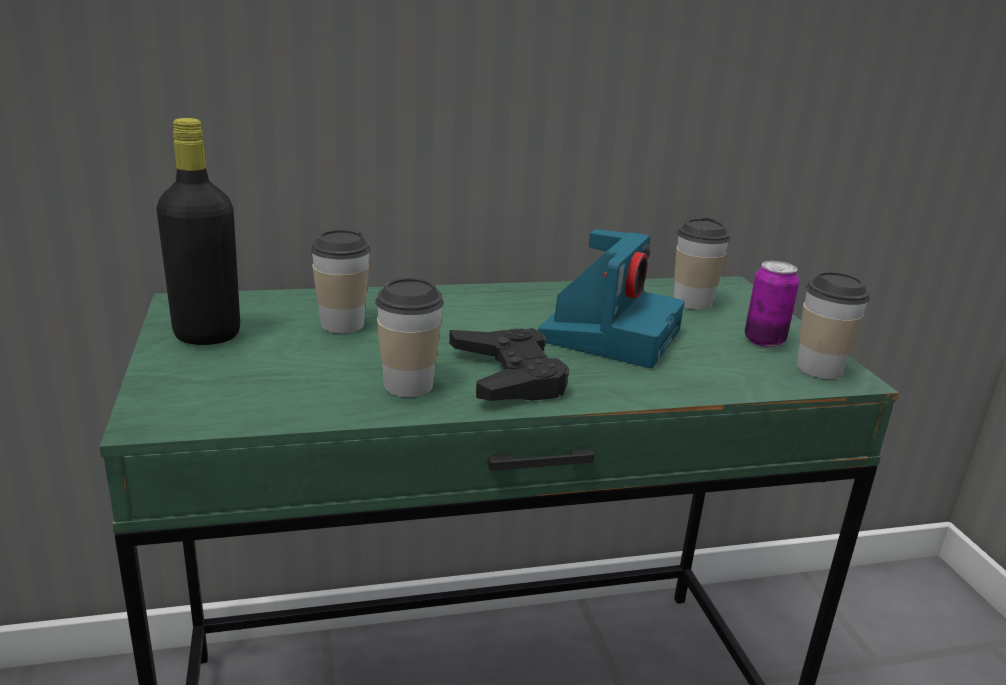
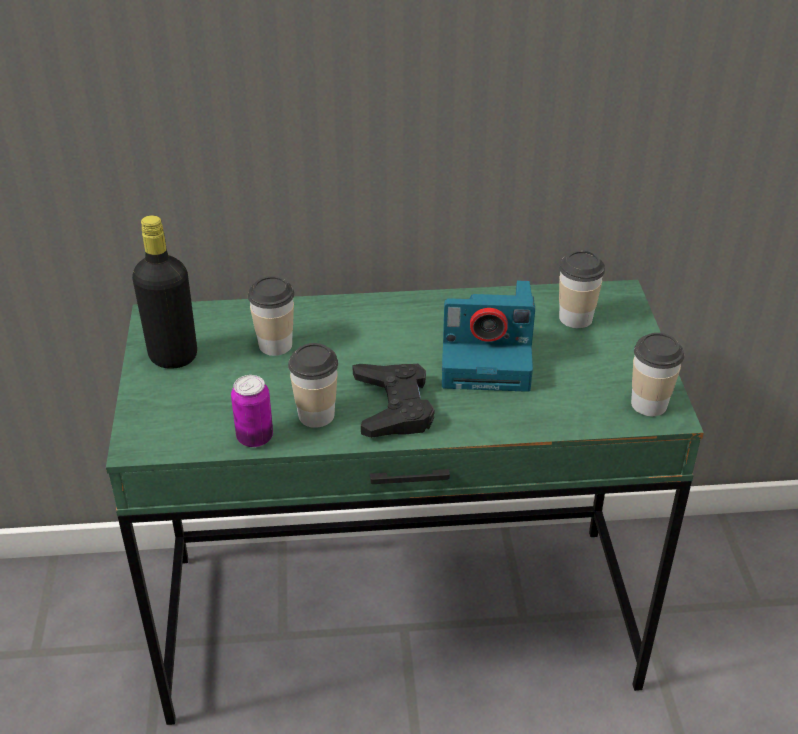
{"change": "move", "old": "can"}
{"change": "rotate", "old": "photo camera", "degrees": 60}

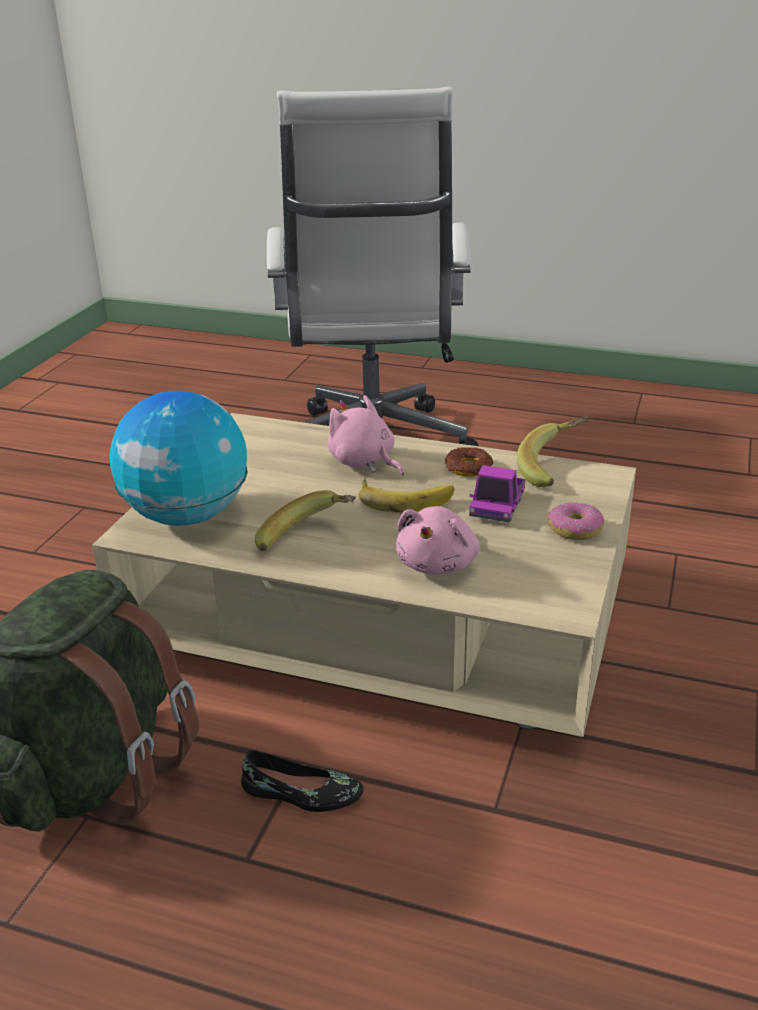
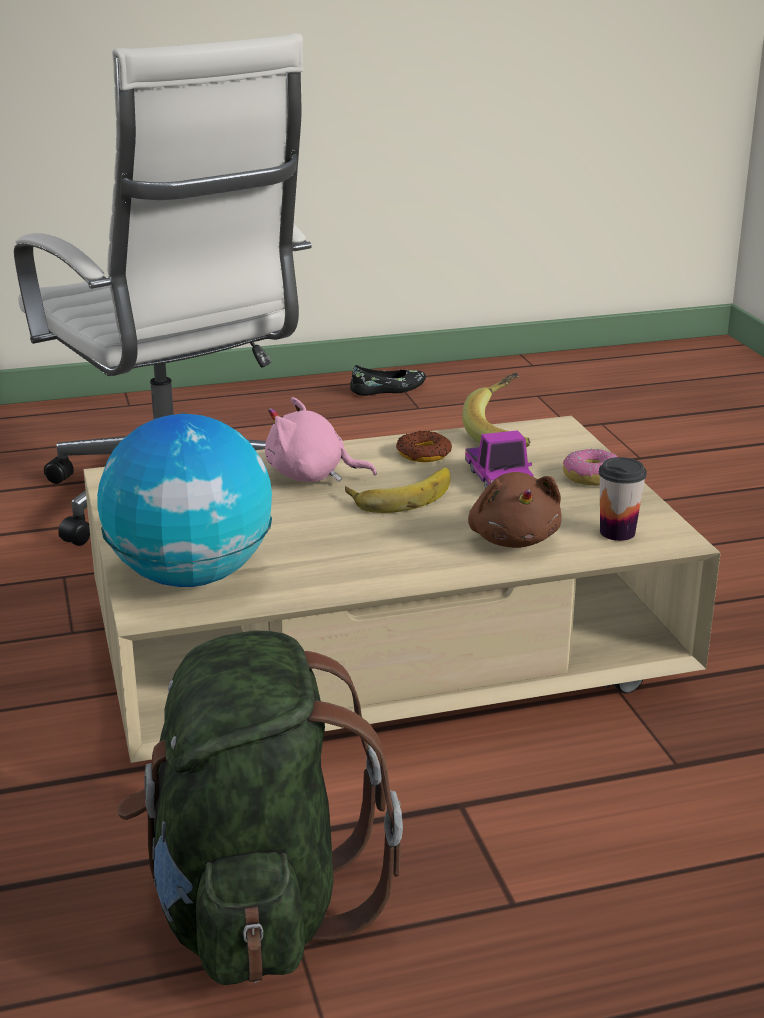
{"change": "delete", "old": "banana (1st from left)"}
{"change": "insert", "new": "cup"}
{"change": "move", "old": "black shoe"}
{"change": "recolor", "old": "pink plush toy (2nd from left)", "new": "brown plush toy"}

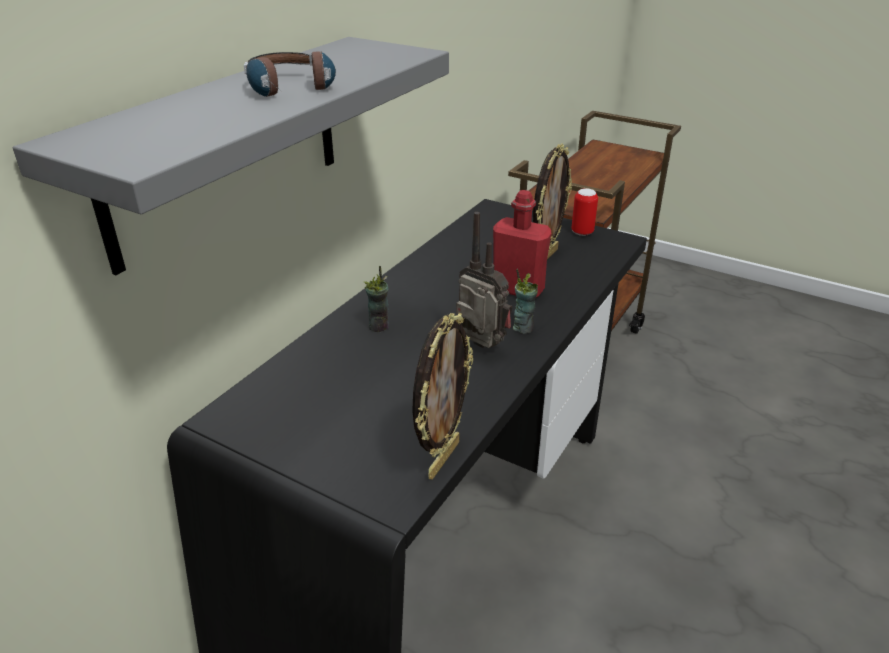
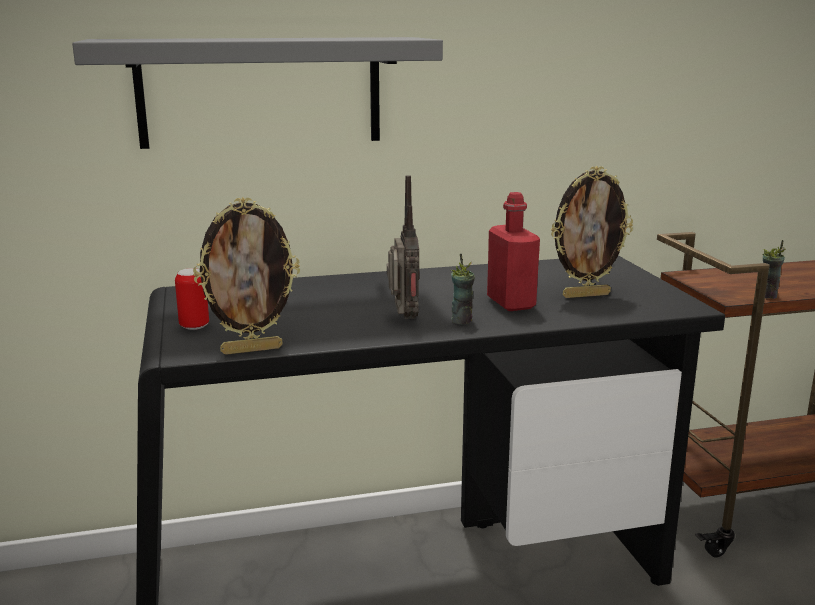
{"change": "delete", "old": "headphones"}
{"change": "move", "old": "cup (1st from left in the first image)", "new": "cup (2nd from left)"}
{"change": "move", "old": "can"}

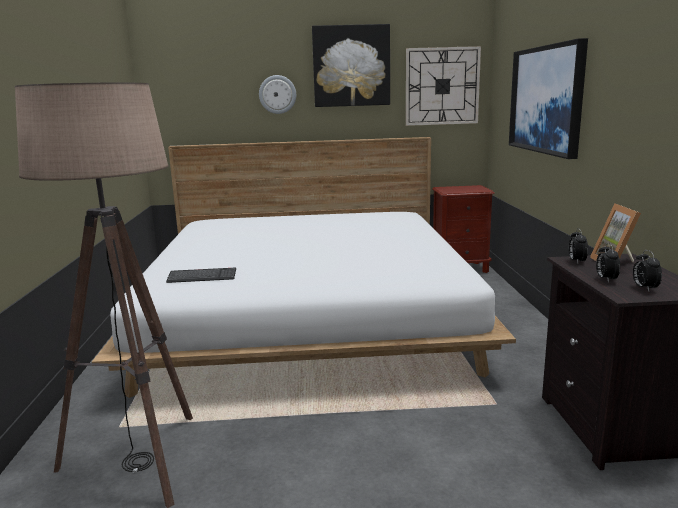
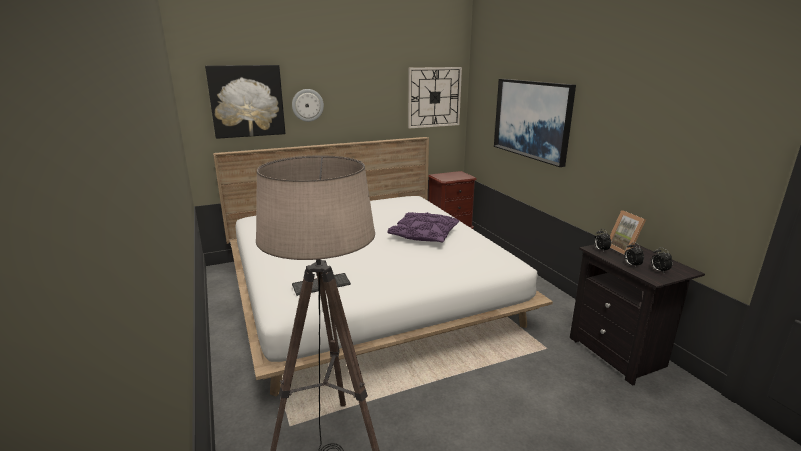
{"change": "insert", "new": "purple pillow"}
{"change": "move", "old": "picture (1st from left)"}

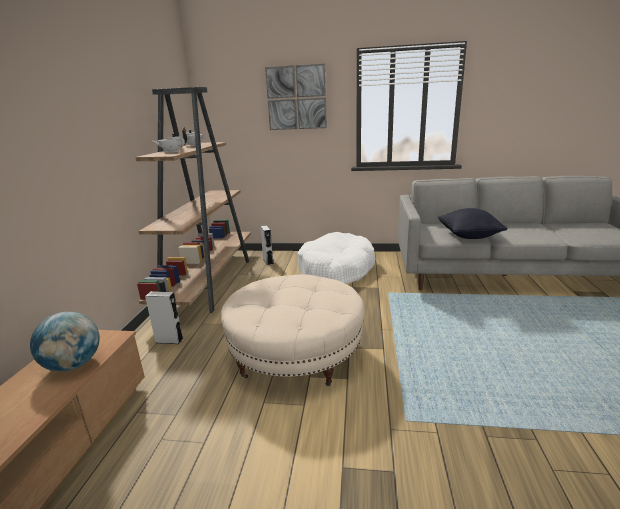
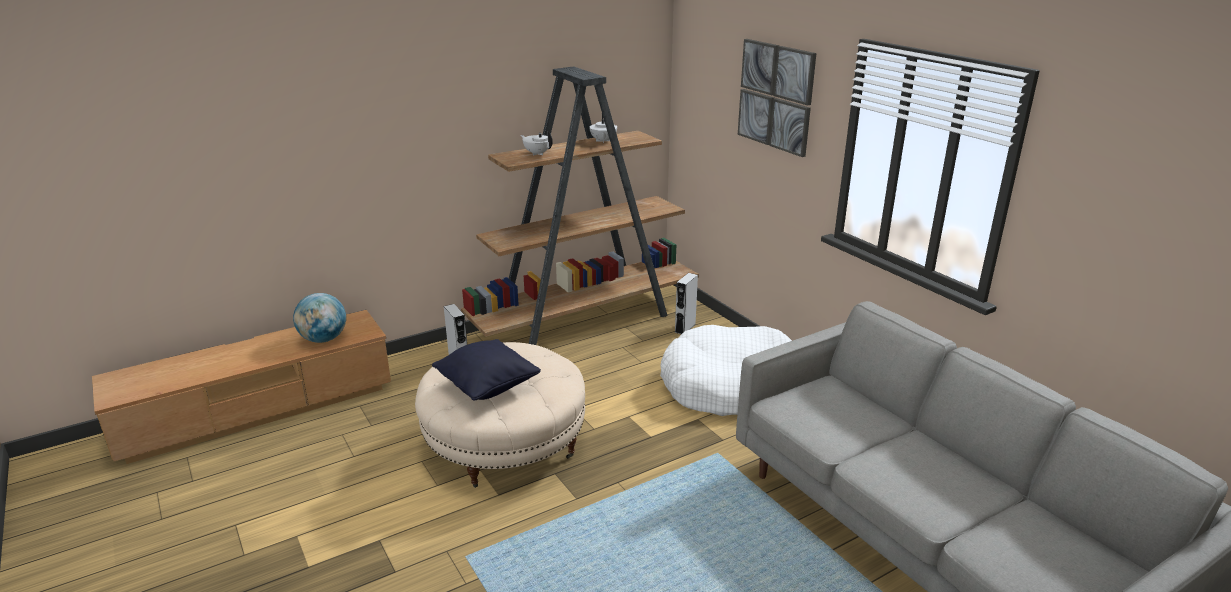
{"change": "move", "old": "black pillow"}

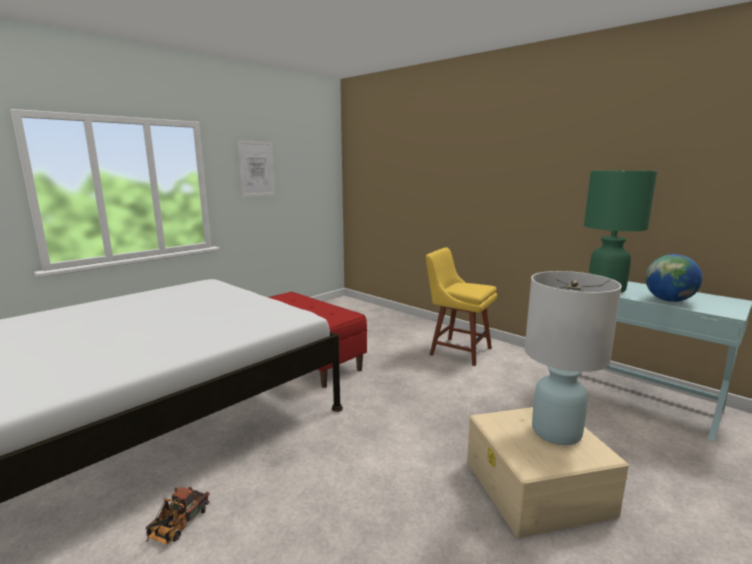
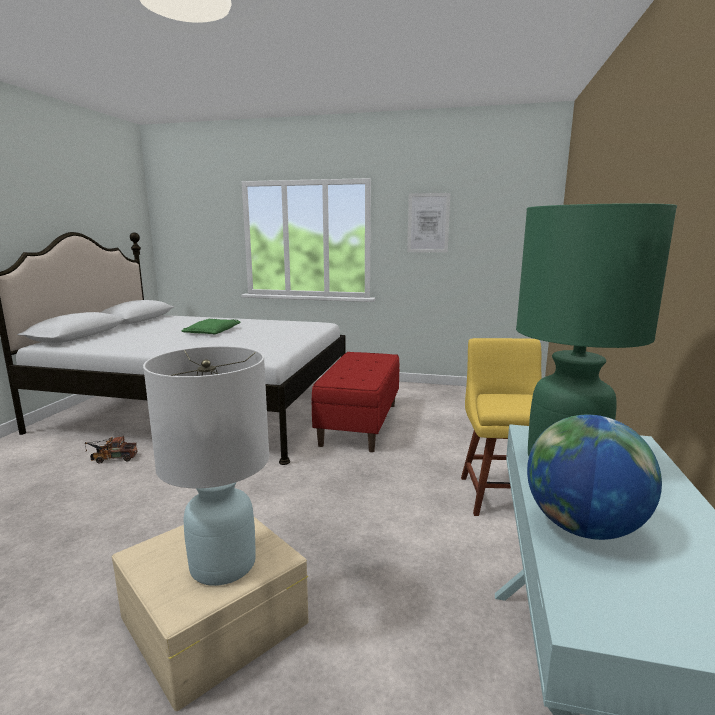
{"change": "insert", "new": "green pillow"}

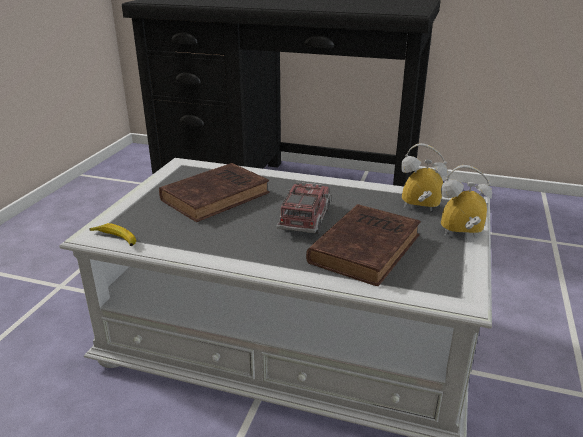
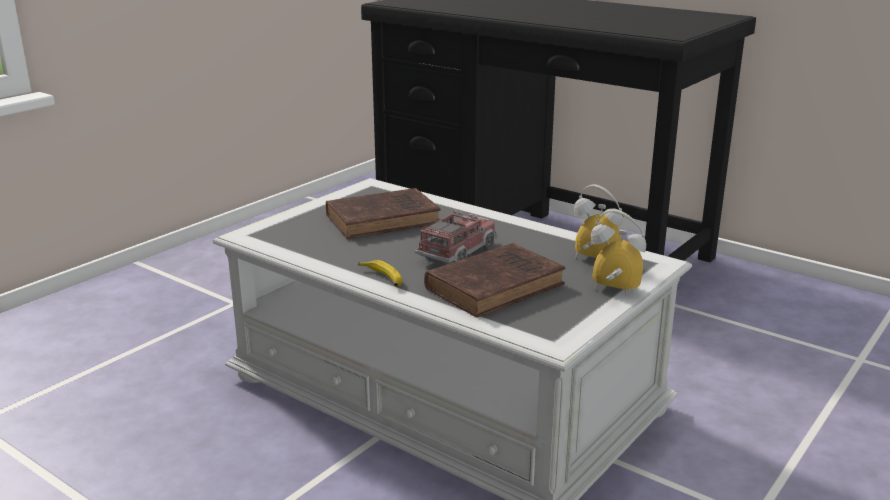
{"change": "move", "old": "banana"}

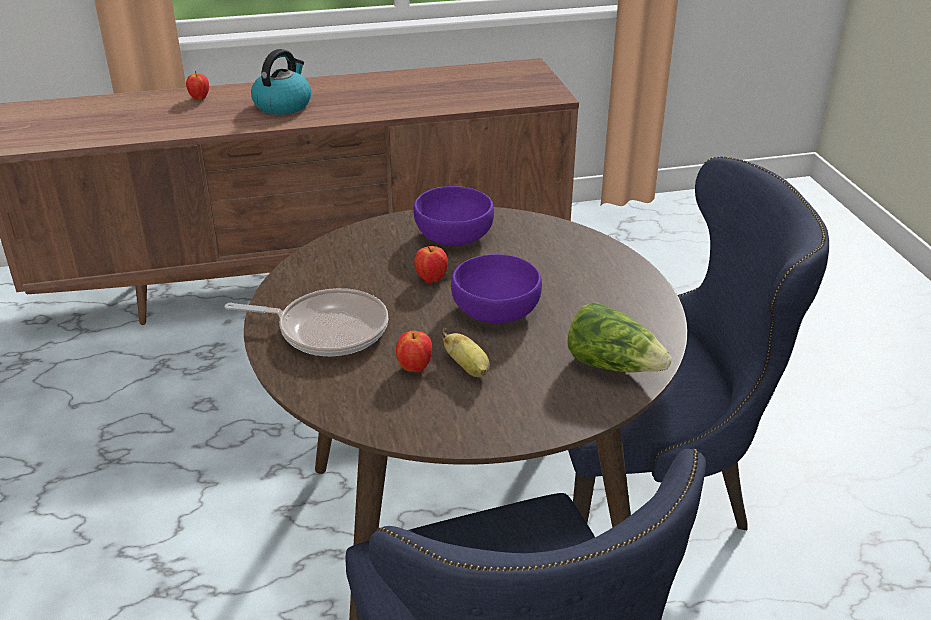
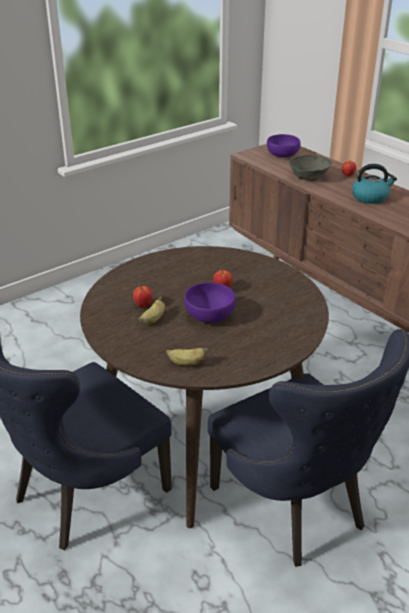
{"change": "delete", "old": "frying pan"}
{"change": "insert", "new": "grey bowl"}
{"change": "move", "old": "purple bowl (1st from left in the first image)", "new": "purple bowl (2nd from left)"}
{"change": "replace", "old": "lettuce", "new": "banana (2nd from left)"}

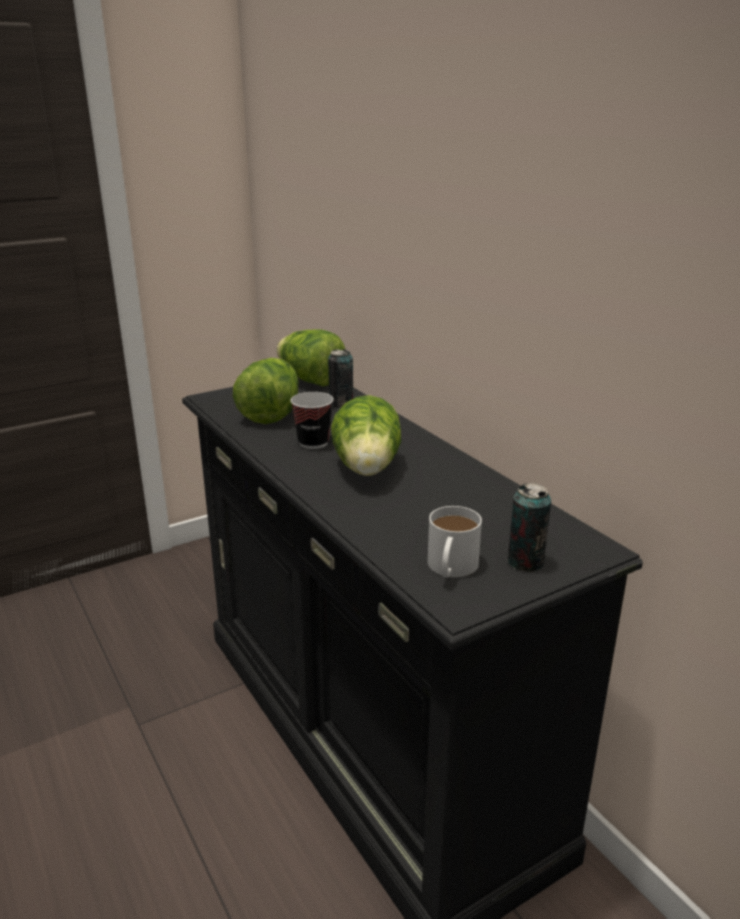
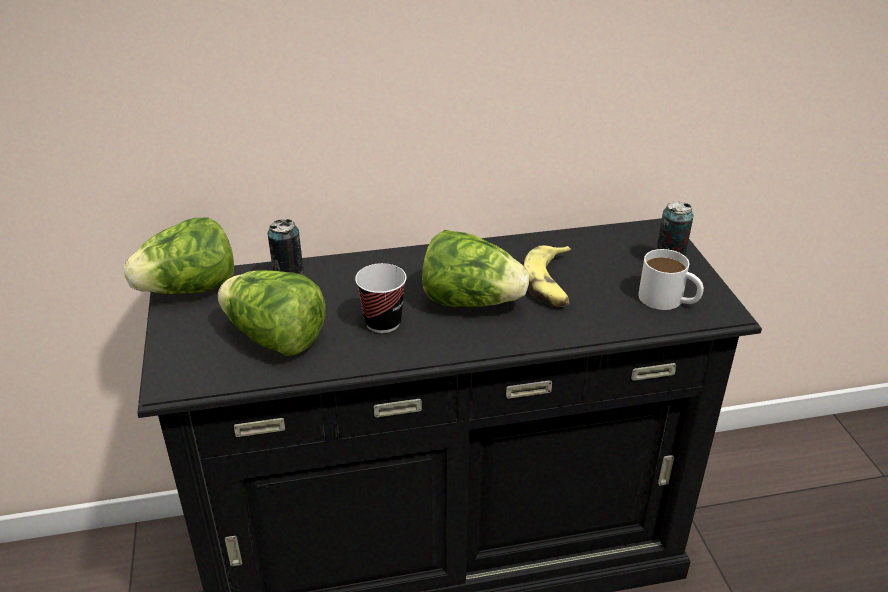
{"change": "insert", "new": "banana"}

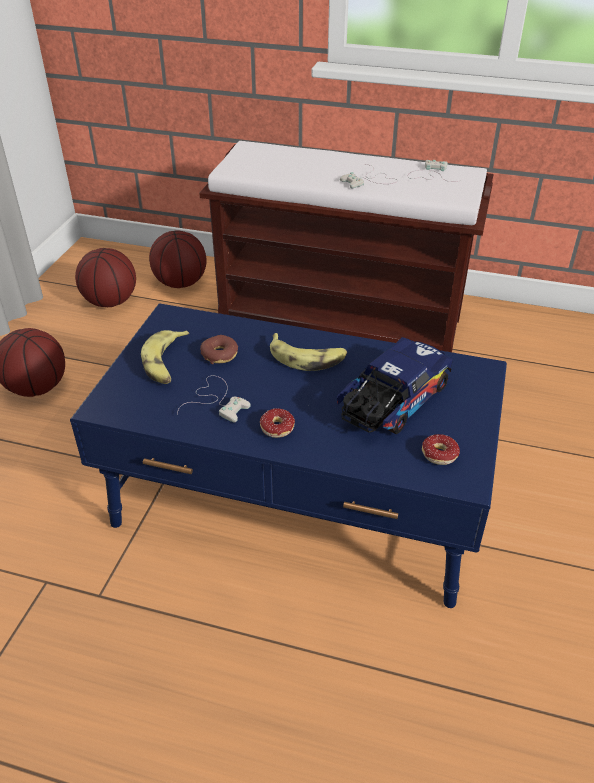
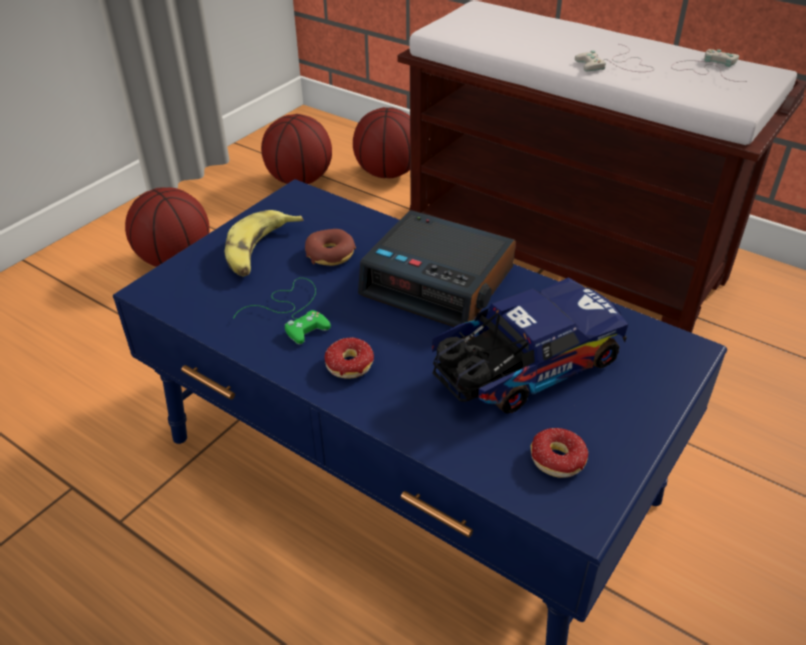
{"change": "replace", "old": "banana (2nd from left)", "new": "alarm clock"}
{"change": "recolor", "old": "white game controller (1st from left)", "new": "green game controller"}

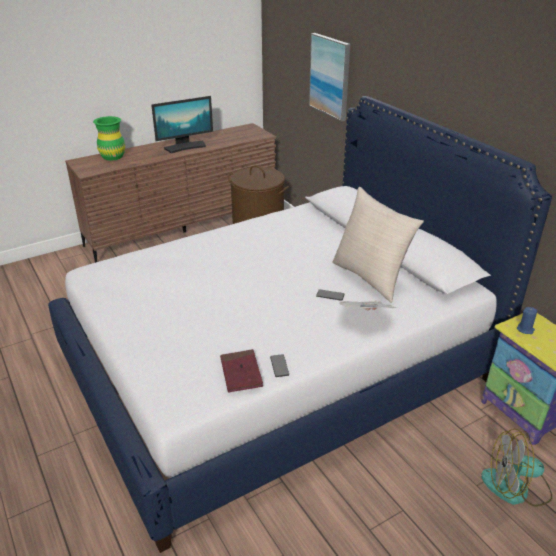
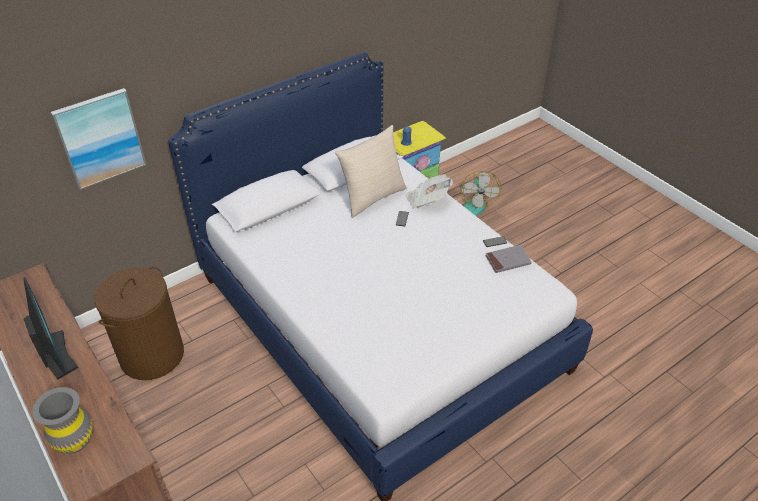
{"change": "recolor", "old": "green vase", "new": "grey vase"}
{"change": "recolor", "old": "red book", "new": "grey book"}

